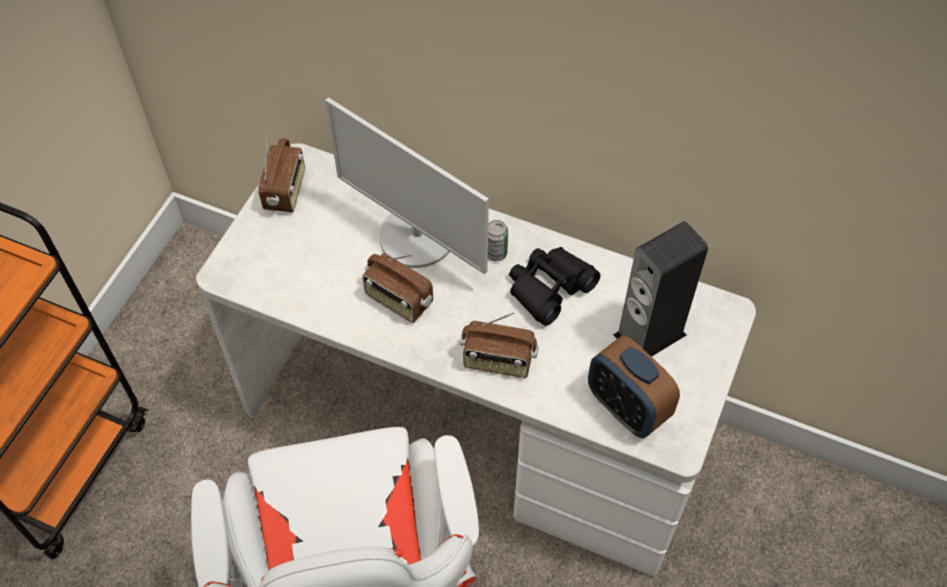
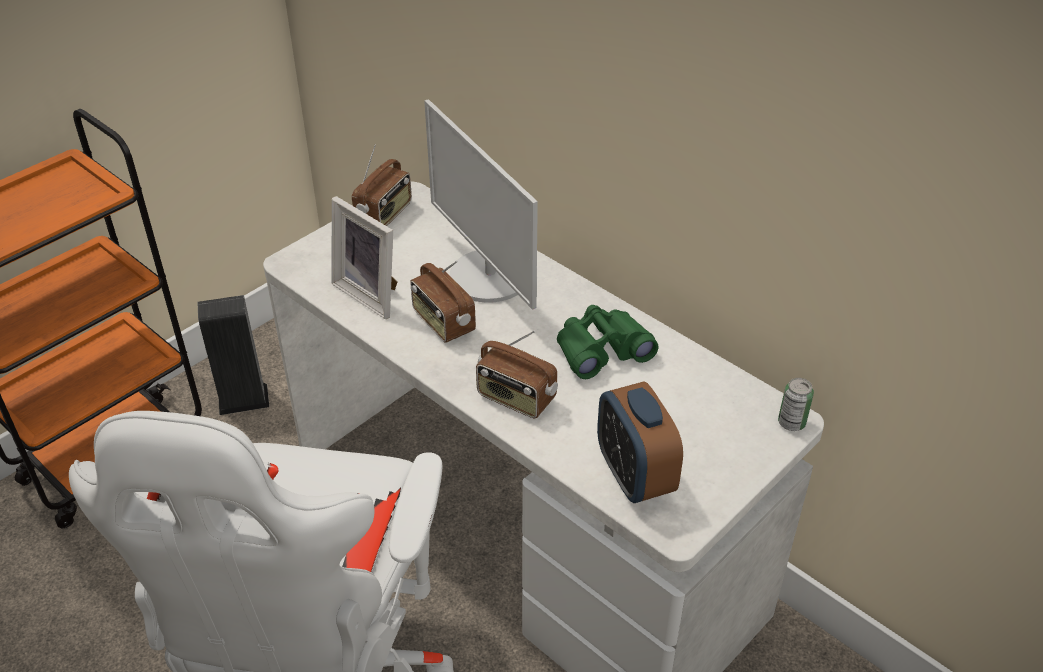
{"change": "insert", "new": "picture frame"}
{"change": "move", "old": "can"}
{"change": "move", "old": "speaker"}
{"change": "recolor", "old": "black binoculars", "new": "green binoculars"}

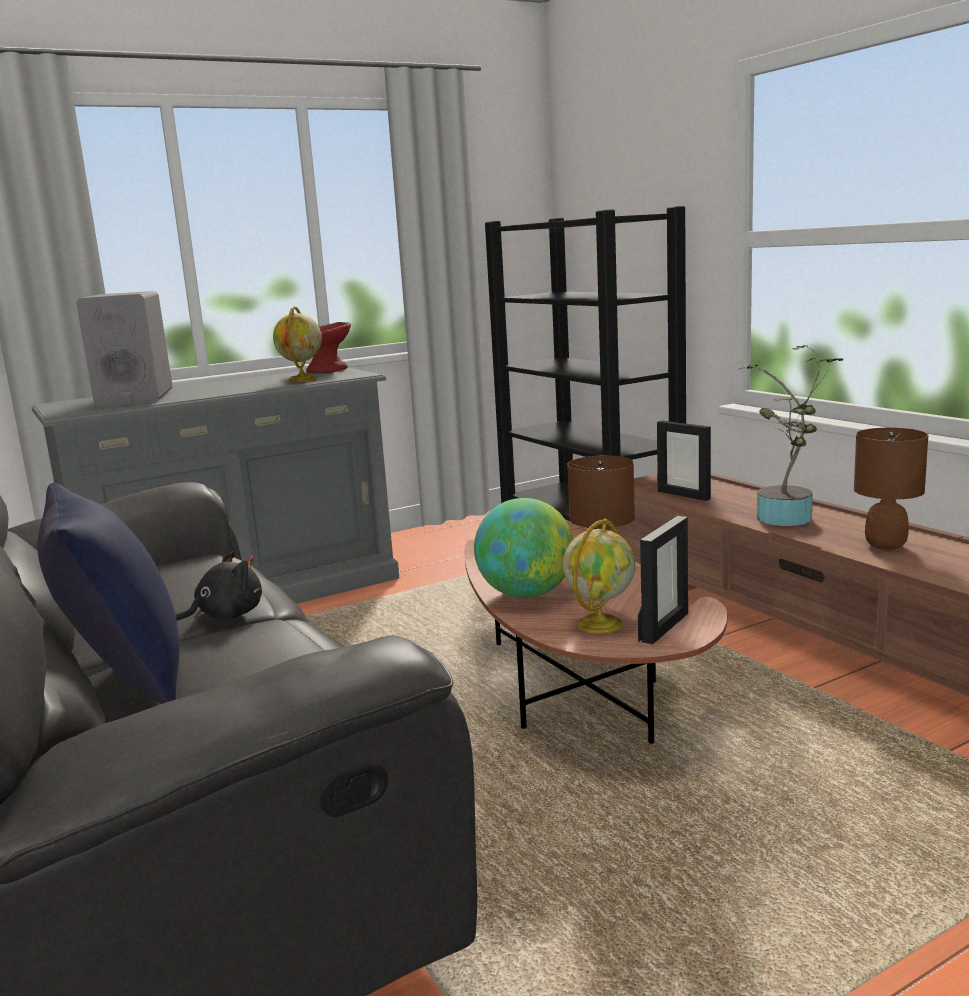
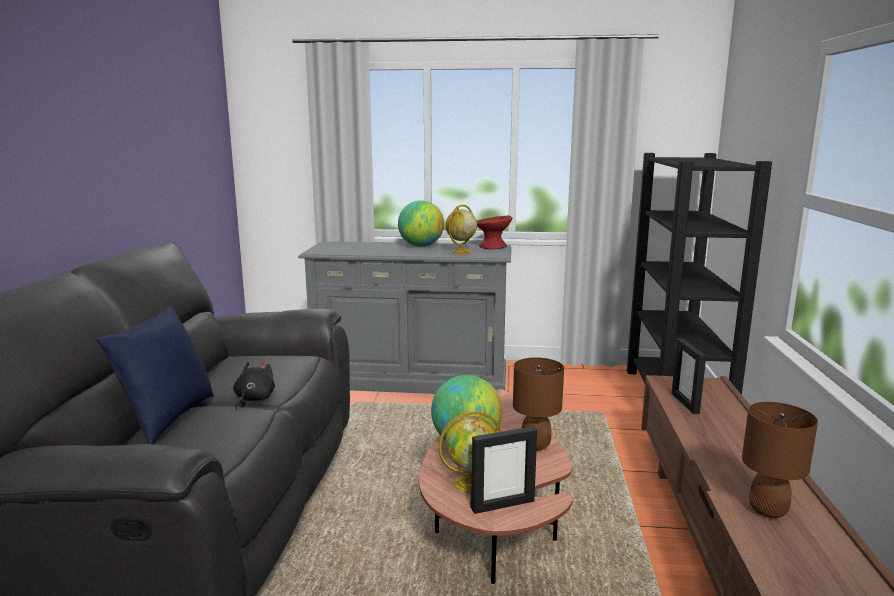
{"change": "delete", "old": "grey speaker"}
{"change": "delete", "old": "potted plant"}
{"change": "insert", "new": "globe (1st from left)"}
{"change": "rotate", "old": "black plush toy", "degrees": -75}

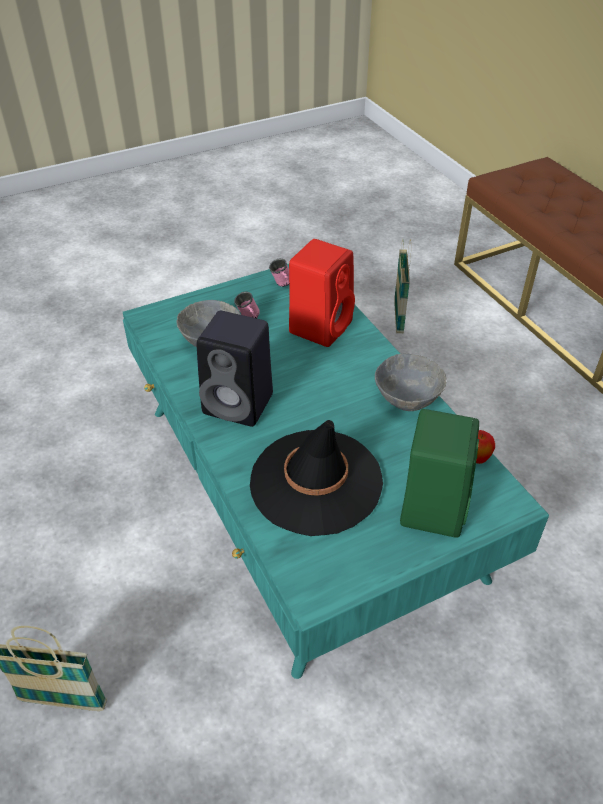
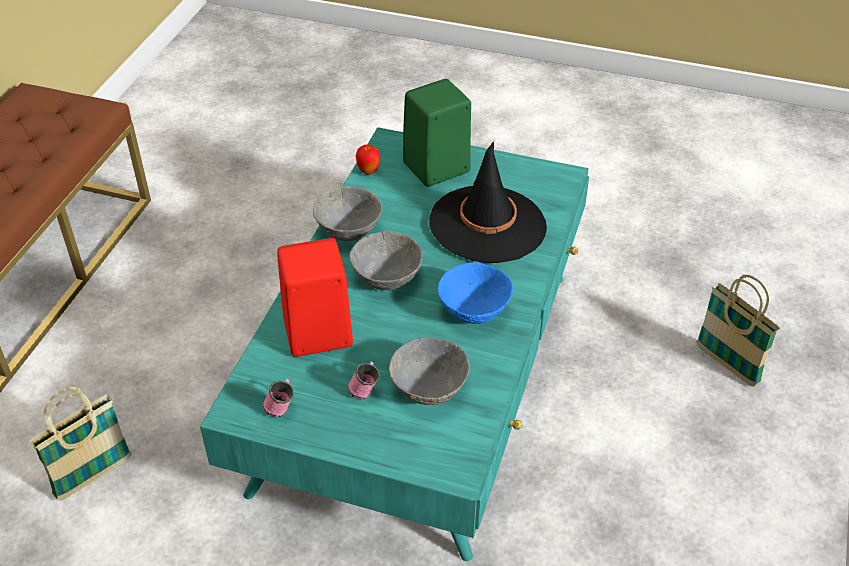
{"change": "insert", "new": "grey bowl (2nd from left)"}
{"change": "replace", "old": "black speaker", "new": "blue bowl"}

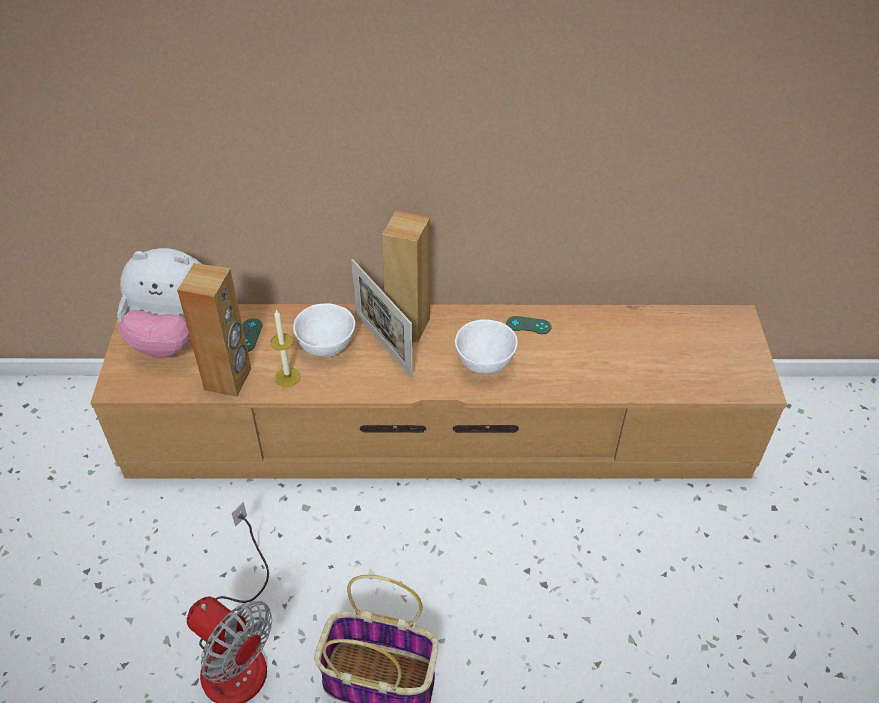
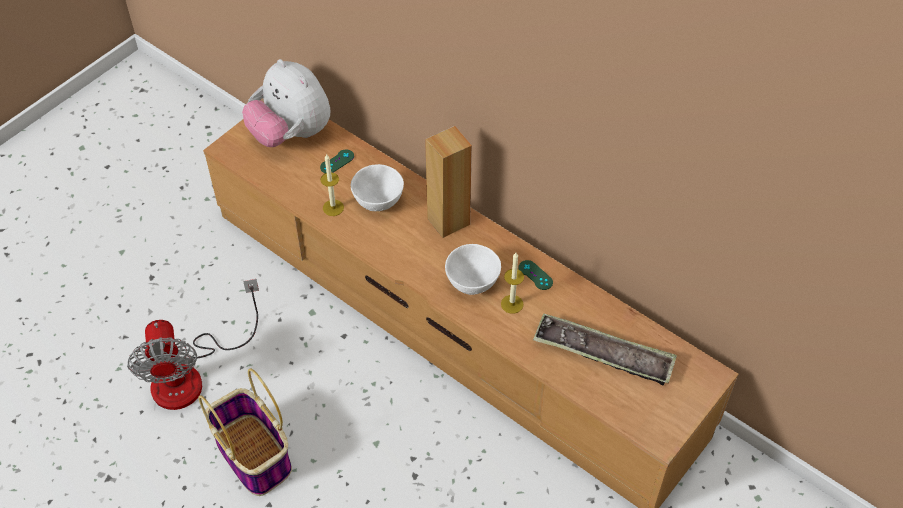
{"change": "delete", "old": "brown speaker (1st from left)"}
{"change": "delete", "old": "picture frame"}
{"change": "insert", "new": "candle (2nd from left)"}
{"change": "insert", "new": "tray"}

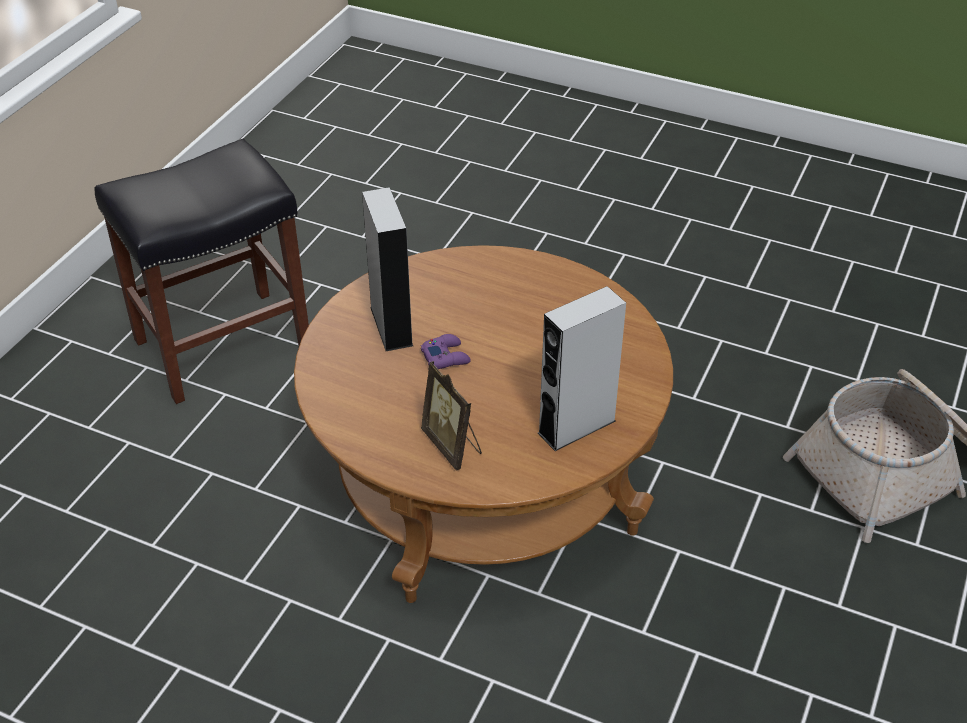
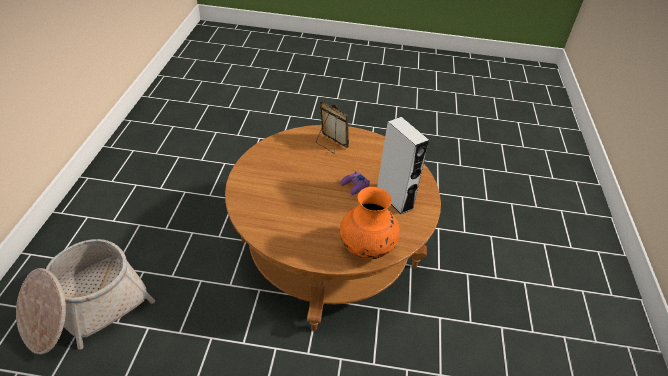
{"change": "delete", "old": "black stool"}
{"change": "delete", "old": "grey speaker (2nd from left)"}
{"change": "insert", "new": "orange vase"}

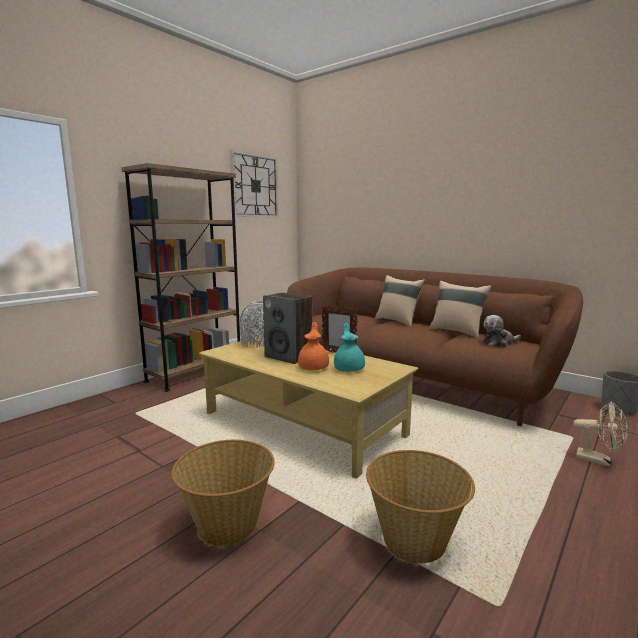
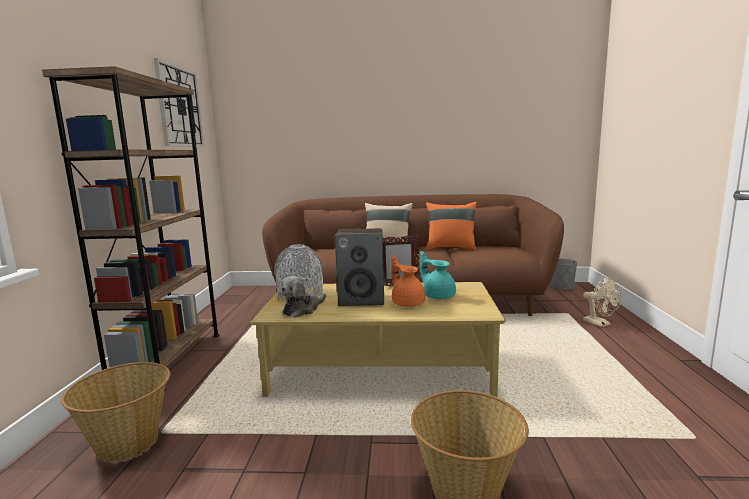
{"change": "move", "old": "basket (2nd from left in the first image)", "new": "basket (1st from left)"}
{"change": "move", "old": "plush toy"}
{"change": "recolor", "old": "beige pillow (2nd from left)", "new": "orange pillow"}
{"change": "rotate", "old": "beige fan", "degrees": 60}

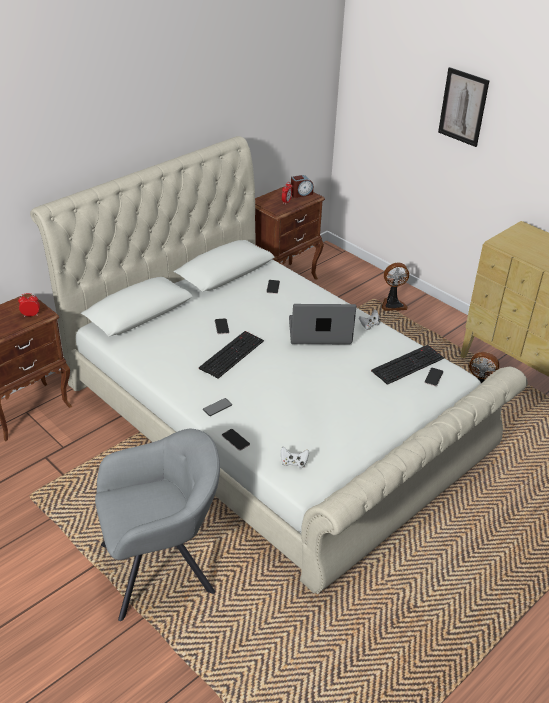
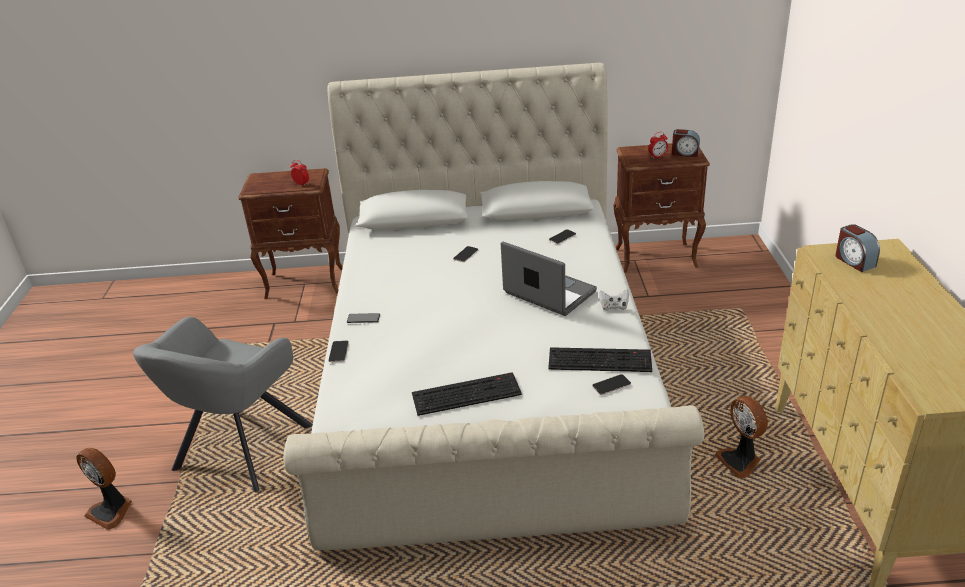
{"change": "delete", "old": "white game controller (1st from left)"}
{"change": "delete", "old": "picture"}
{"change": "insert", "new": "alarm clock (4th from left)"}
{"change": "move", "old": "keyboard (1st from left)"}
{"change": "move", "old": "fan (1st from left)"}
{"change": "rotate", "old": "grey armchair", "degrees": 90}

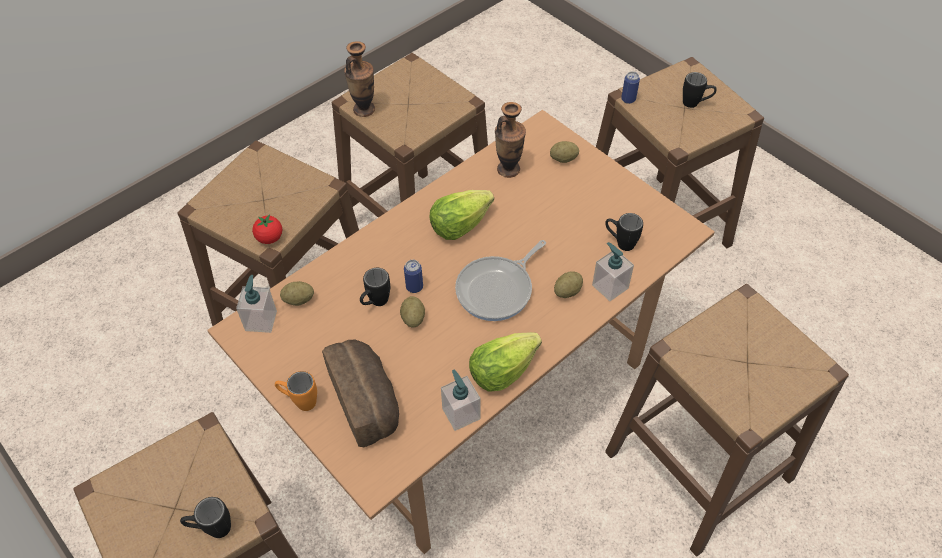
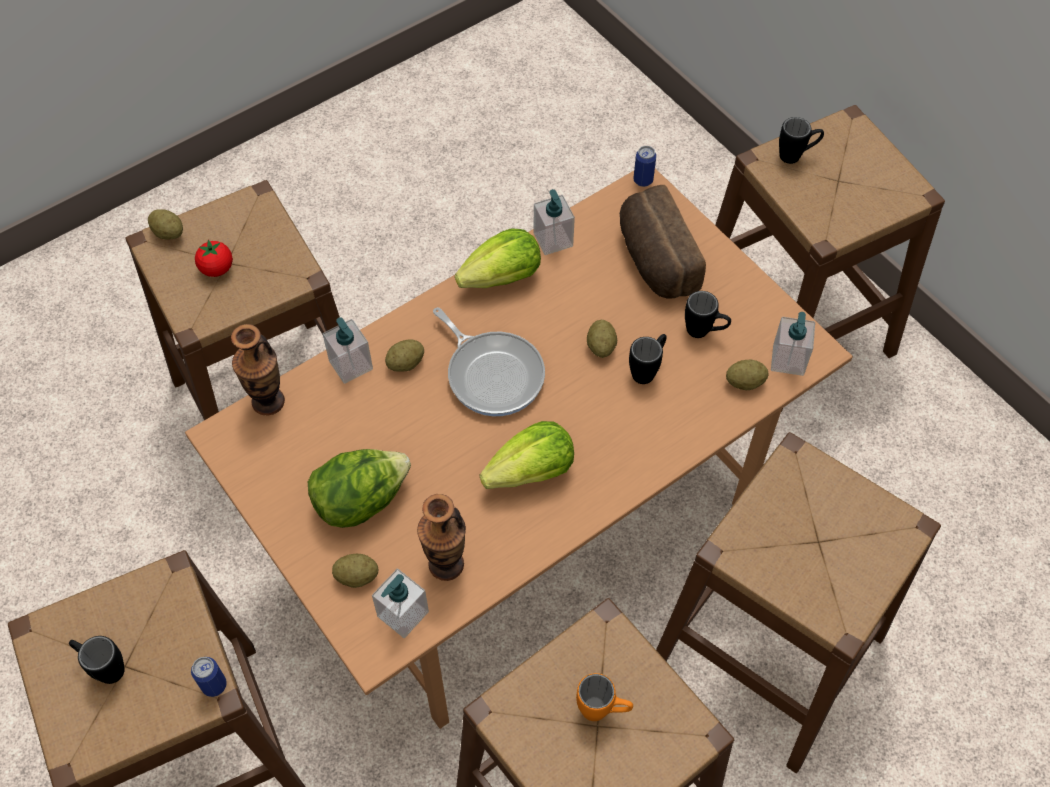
{"change": "insert", "new": "potato (1st from left)"}
{"change": "insert", "new": "lettuce (1st from left)"}
{"change": "insert", "new": "soap dispenser (2nd from left)"}
{"change": "move", "old": "tomato"}
{"change": "move", "old": "orange mug"}
{"change": "move", "old": "vase (1st from left)"}
{"change": "move", "old": "can (1st from left in the first image)", "new": "can (2nd from left)"}
{"change": "move", "old": "black mug (3rd from left)"}
{"change": "rotate", "old": "frying pan", "degrees": 90}

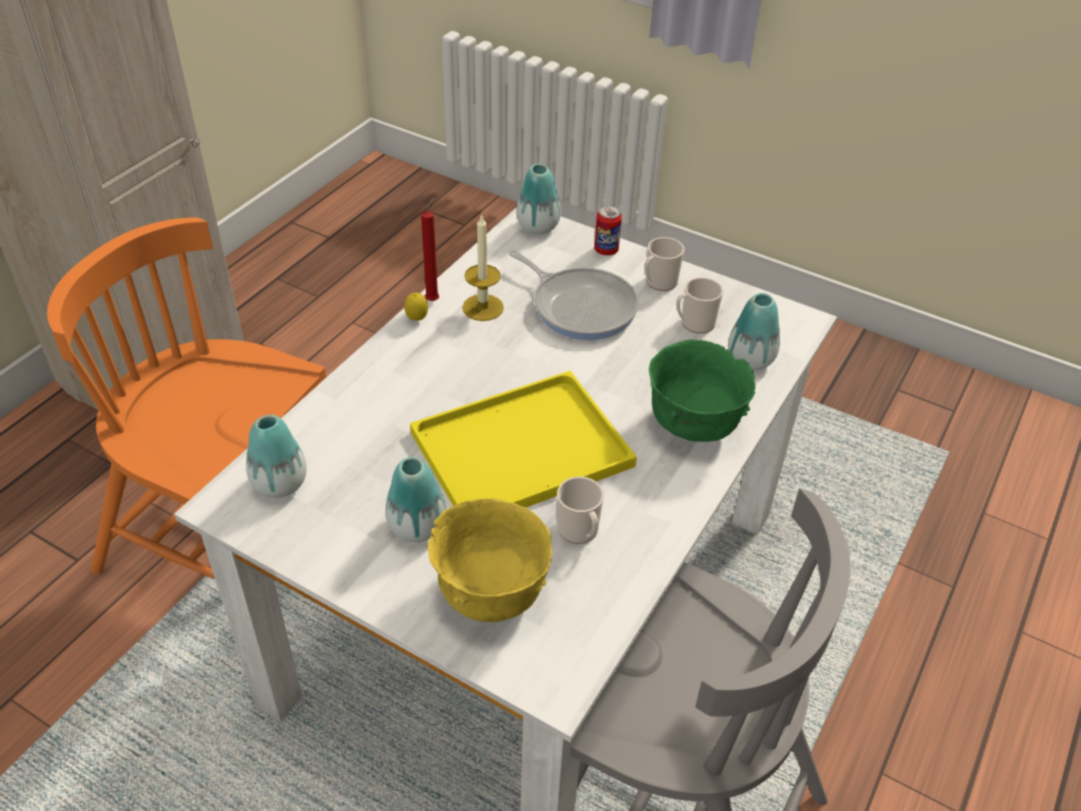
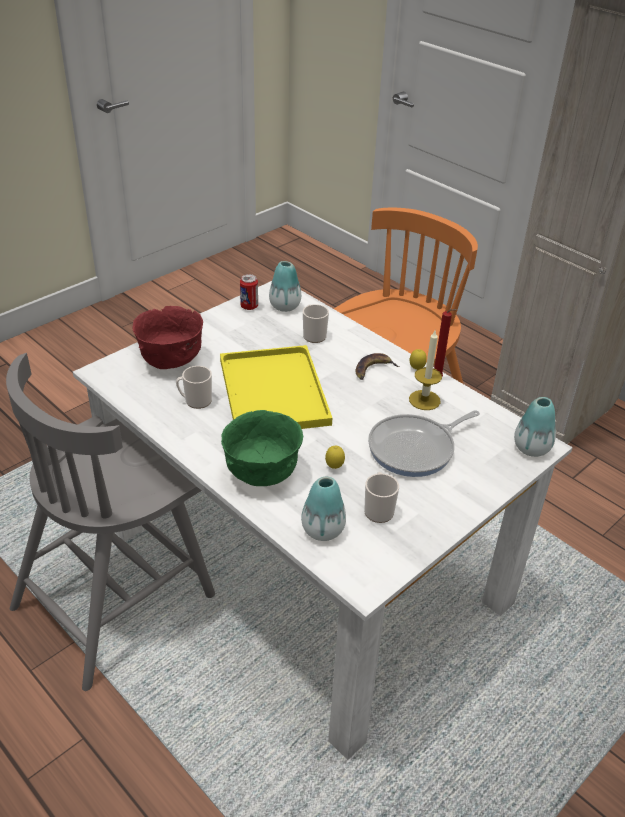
{"change": "delete", "old": "vase (2nd from left)"}
{"change": "insert", "new": "lemon (1st from left)"}
{"change": "insert", "new": "banana"}
{"change": "move", "old": "can"}
{"change": "move", "old": "mug (2nd from left)"}
{"change": "recolor", "old": "yellow bowl", "new": "red bowl"}

